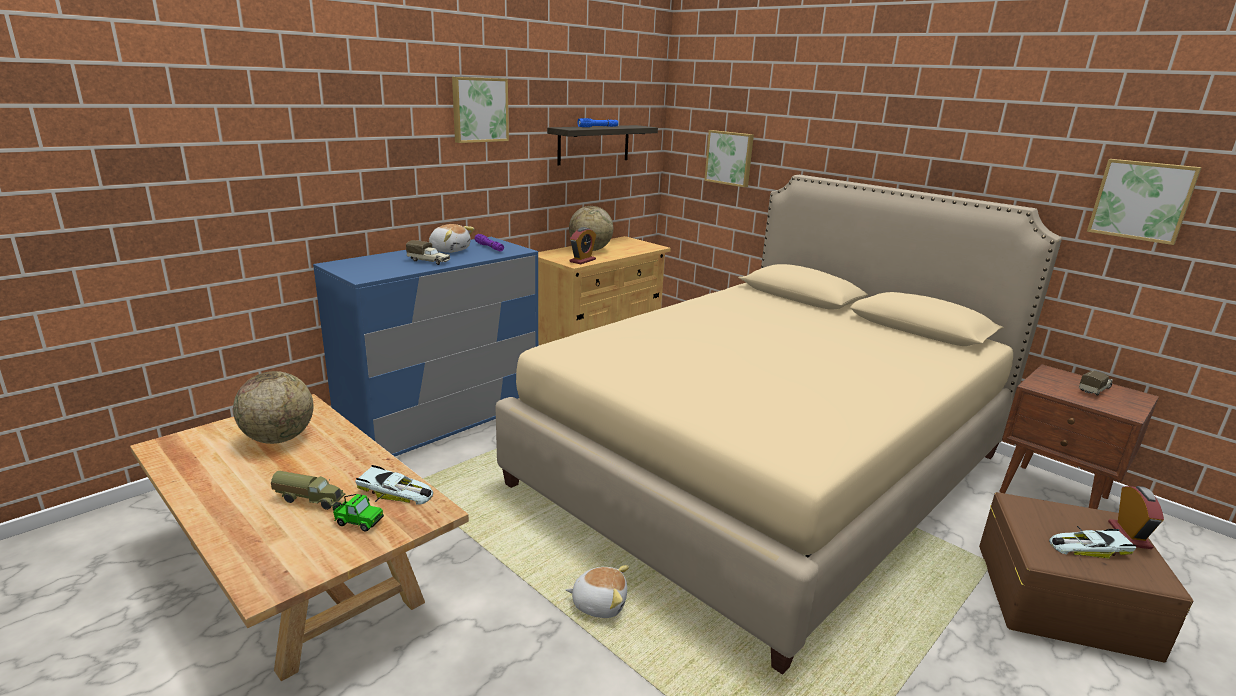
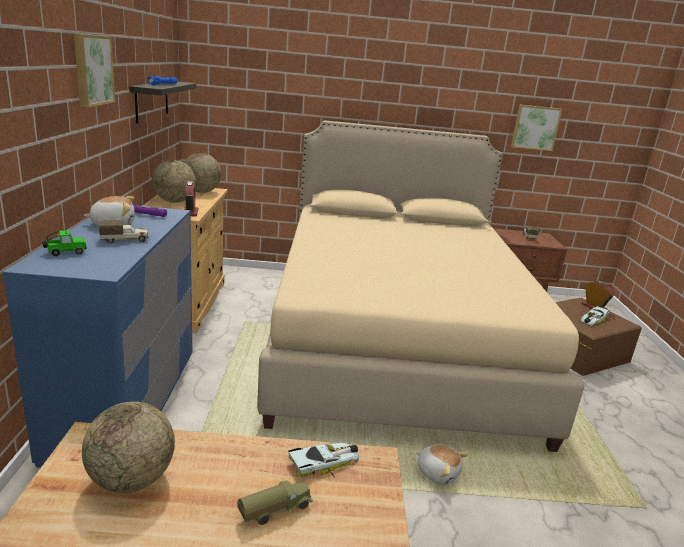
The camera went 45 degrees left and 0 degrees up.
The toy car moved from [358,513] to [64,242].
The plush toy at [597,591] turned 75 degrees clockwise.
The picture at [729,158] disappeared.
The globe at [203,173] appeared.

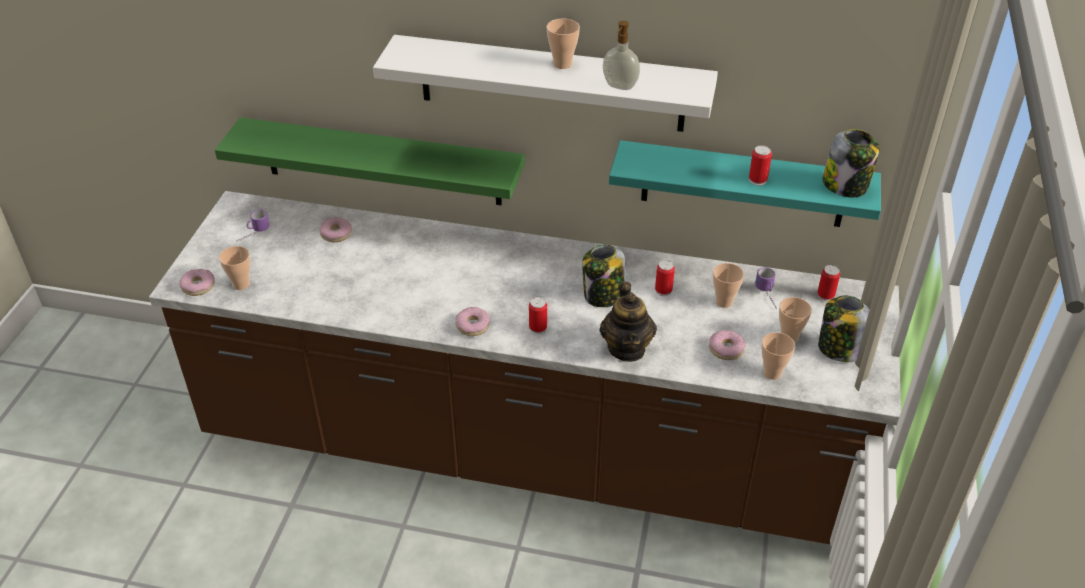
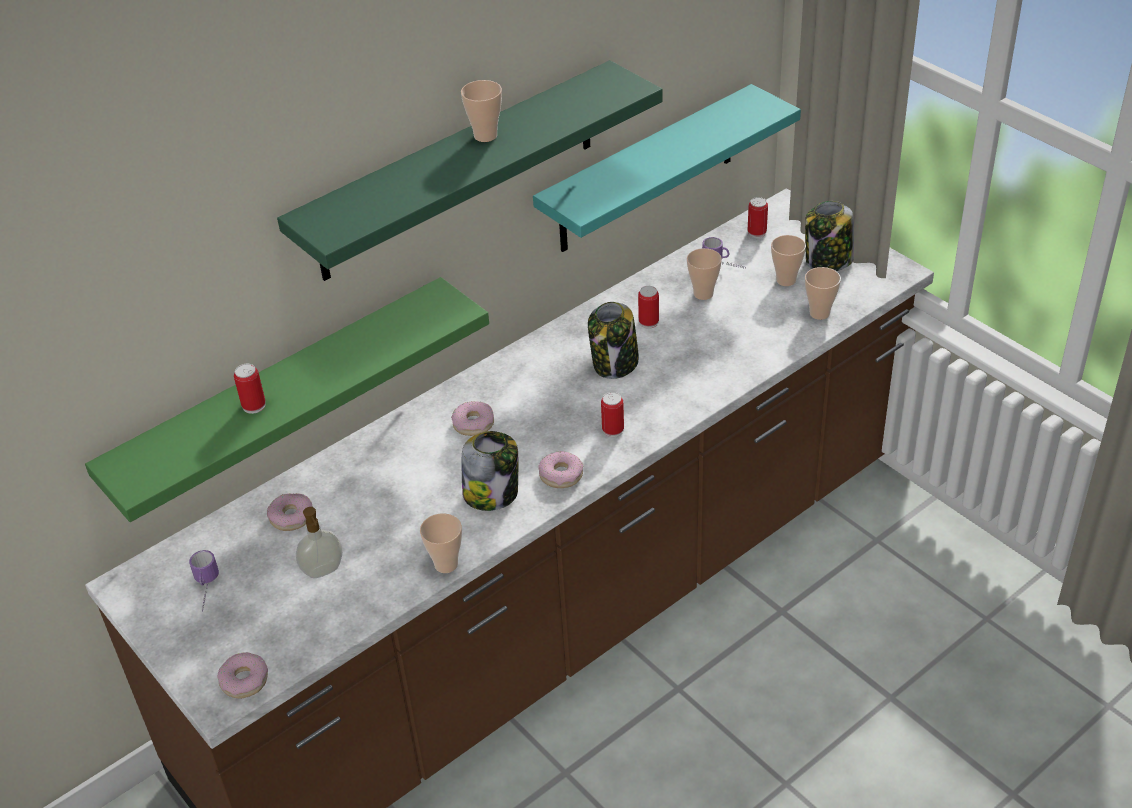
The camera went 50 degrees left and 0 degrees up.
The cup moved from [234,268] to [441,543].
The shelf (white) at [545,83] became the shelf (green) at [470,170].
The teapot at [628,322] disappeared.
The soap dispenser moved from [621,55] to [319,542].
The donut moved from [727,345] to [472,418].
The can moved from [760,165] to [250,389].
The jar moved from [851,163] to [490,471].

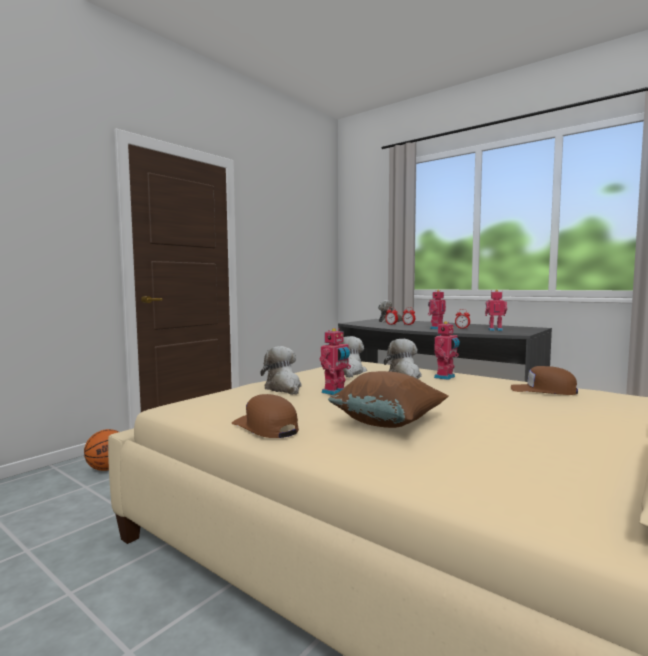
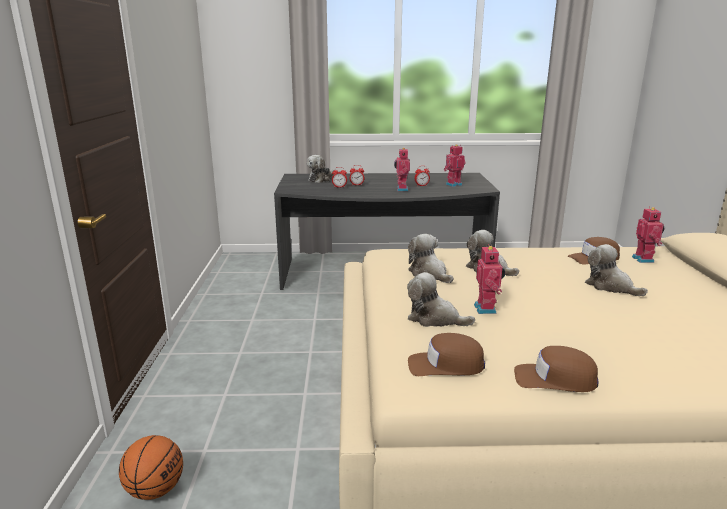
The camera went 40 degrees left and 15 degrees up.
The pillow (brown) at [388,399] disappeared.
The toy robot moved from [447,350] to [648,234].
The cap (brown) at [446,354] appeared.
The plush toy at [616,270] appeared.

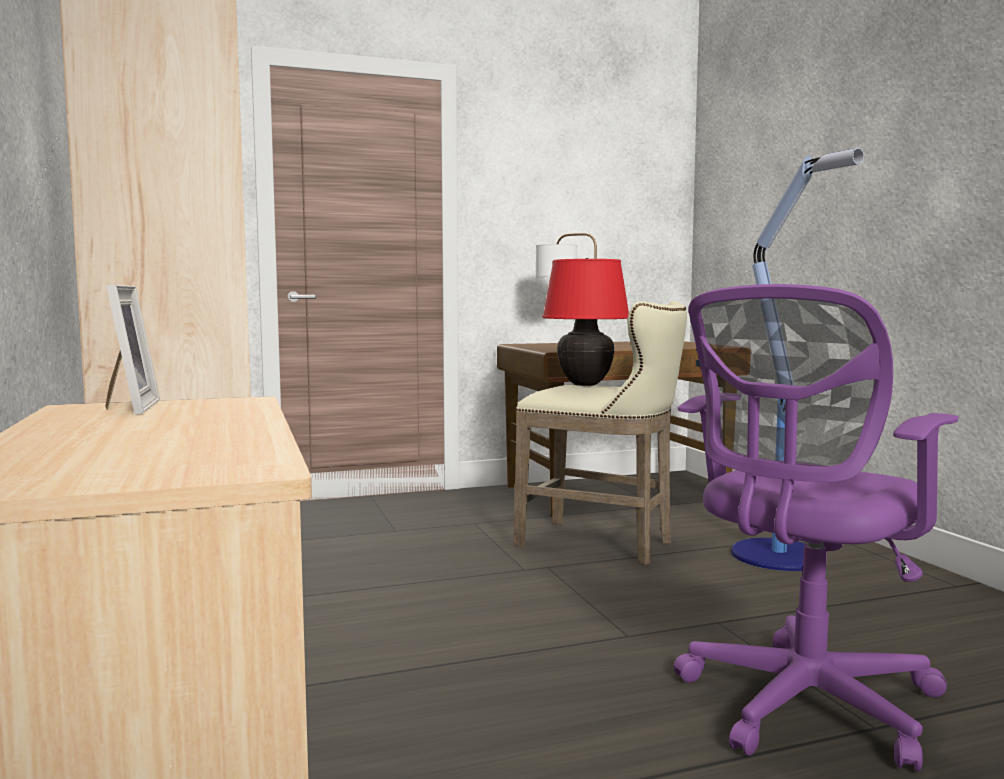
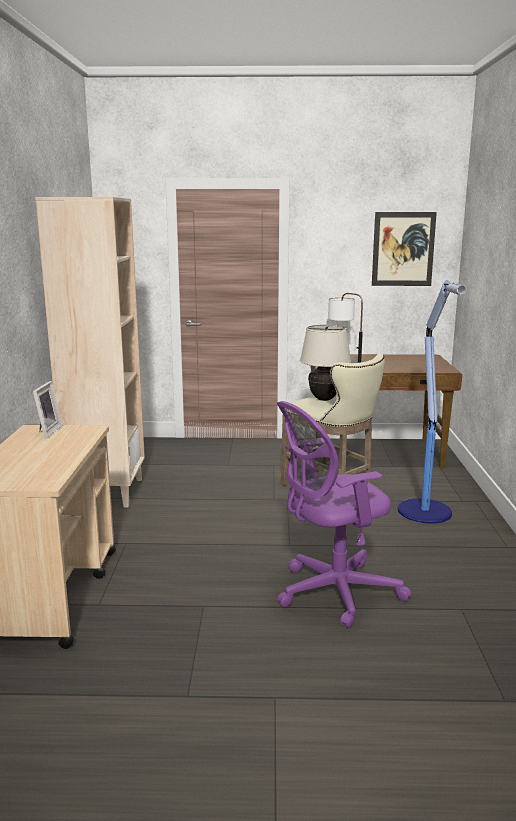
The camera went 20 degrees right and 10 degrees up.
The table lamp (red) at [585,322] became the table lamp (beige) at [325,363].
The picture at [404,249] appeared.

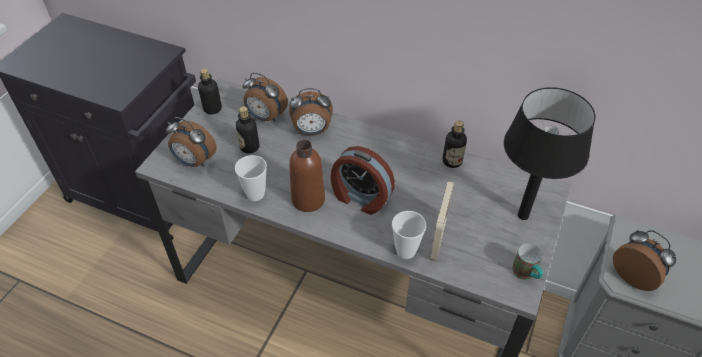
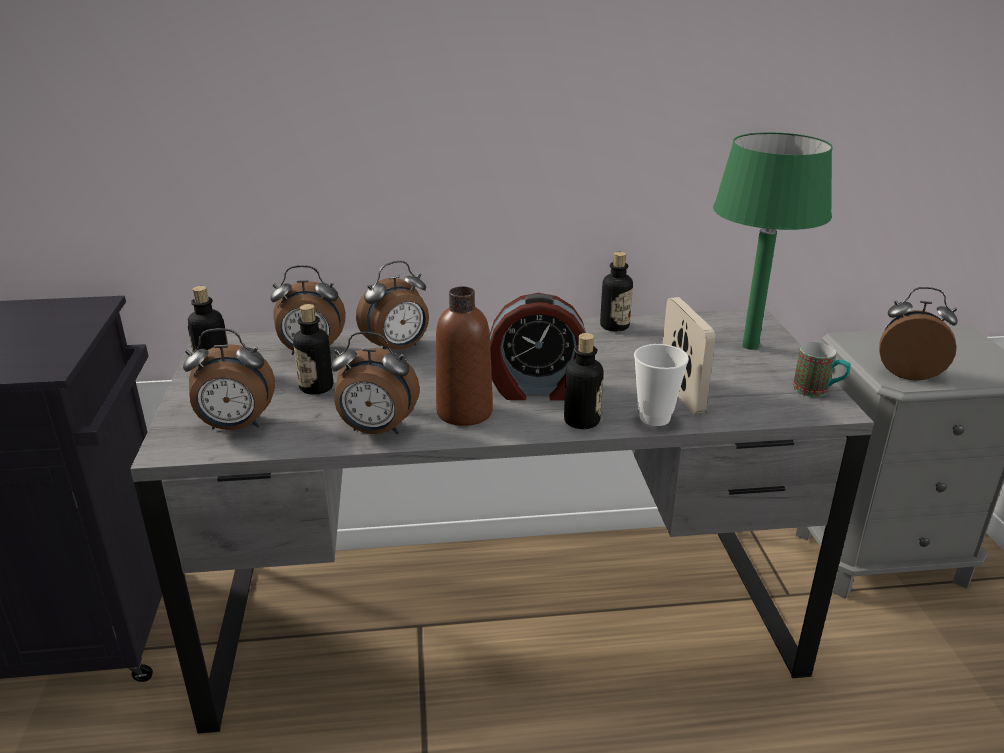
The camera went 30 degrees left and 20 degrees down.
The cup at [251,178] was replaced by the alarm clock at [375,383].
The table lamp (black) at [550,153] became the table lamp (green) at [773,241].
The bottle at [583,381] appeared.

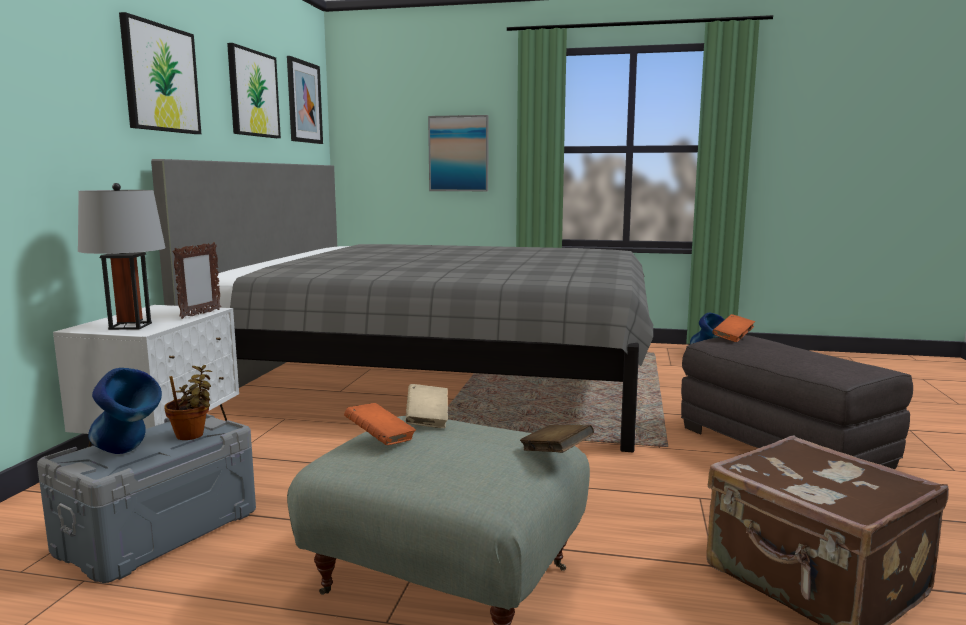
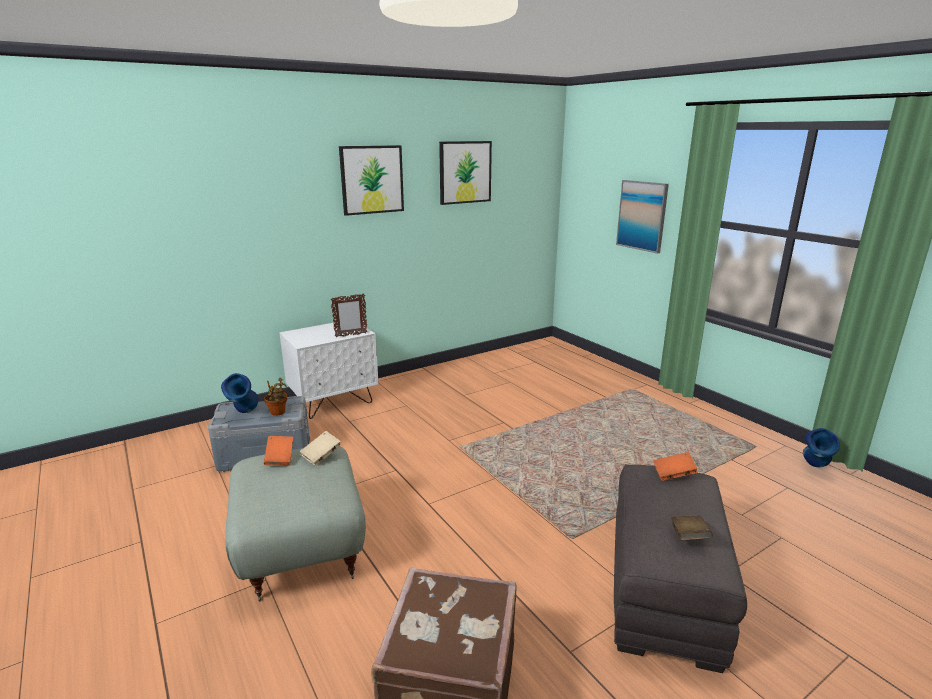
The camera went 45 degrees right and 10 degrees up.
The table lamp (grey) at [122,256] disappeared.
The bed (grey) at [402,305] disappeared.
The picture at [305,100] disappeared.
The book (brown) moved from [557,439] to [692,527].

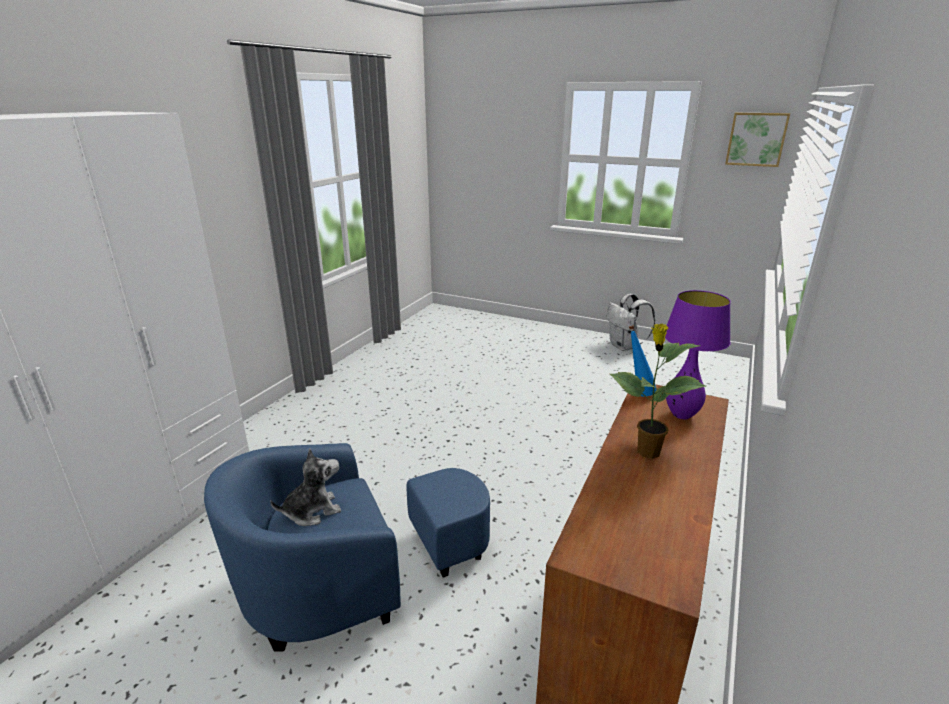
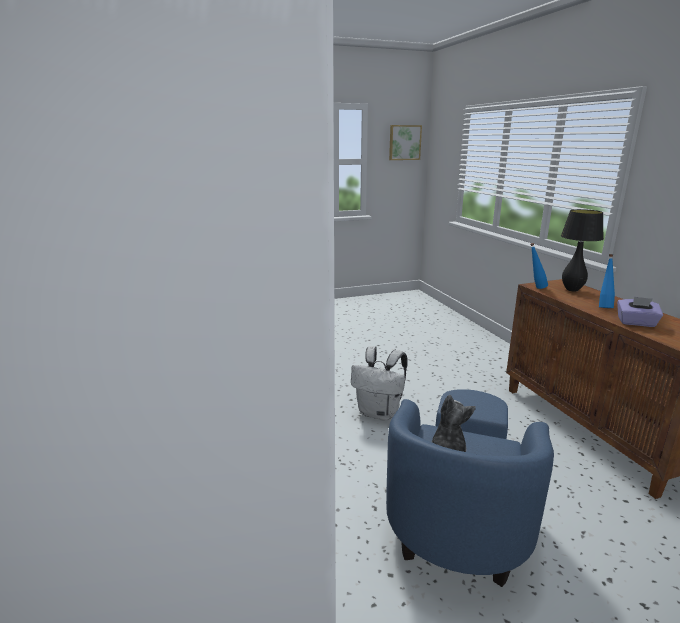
The camera went 45 degrees left and 5 degrees down.
The backpack (white) moved from [631,322] to [379,383].
The potted plant at [658,391] was replaced by the bottle (blue) at [607,281].
The table lamp (purple) at [698,354] became the table lamp (black) at [582,250].
The tissue box (purple) at [640,311] appeared.

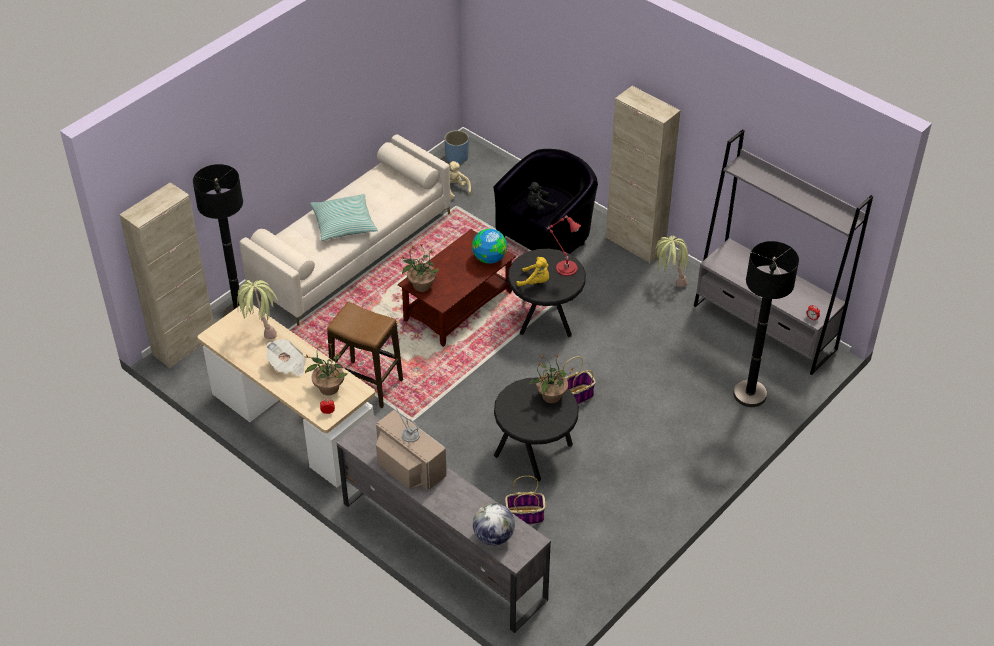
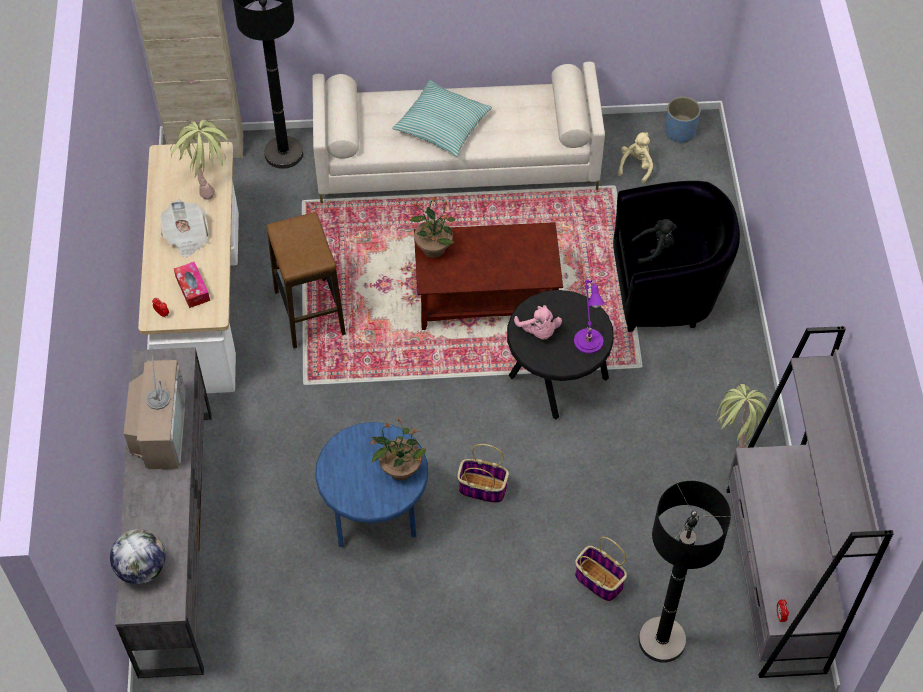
The camera went 45 degrees right and 10 degrees up.
The potted plant at [326,369] was replaced by the tissue box at [192,285].
The globe at [489,246] disappeared.
The side table (black) at [536,429] became the side table (blue) at [371,484].
The basket moved from [525,500] to [601,569].
The plush toy (yellow) at [533,272] became the plush toy (pink) at [538,322].
The plush toy (black) at [542,196] turned 150 degrees clockwise.
The table lamp (red) at [564,245] became the table lamp (purple) at [589,316].
The cabinet (beige) at [643,174] disappeared.

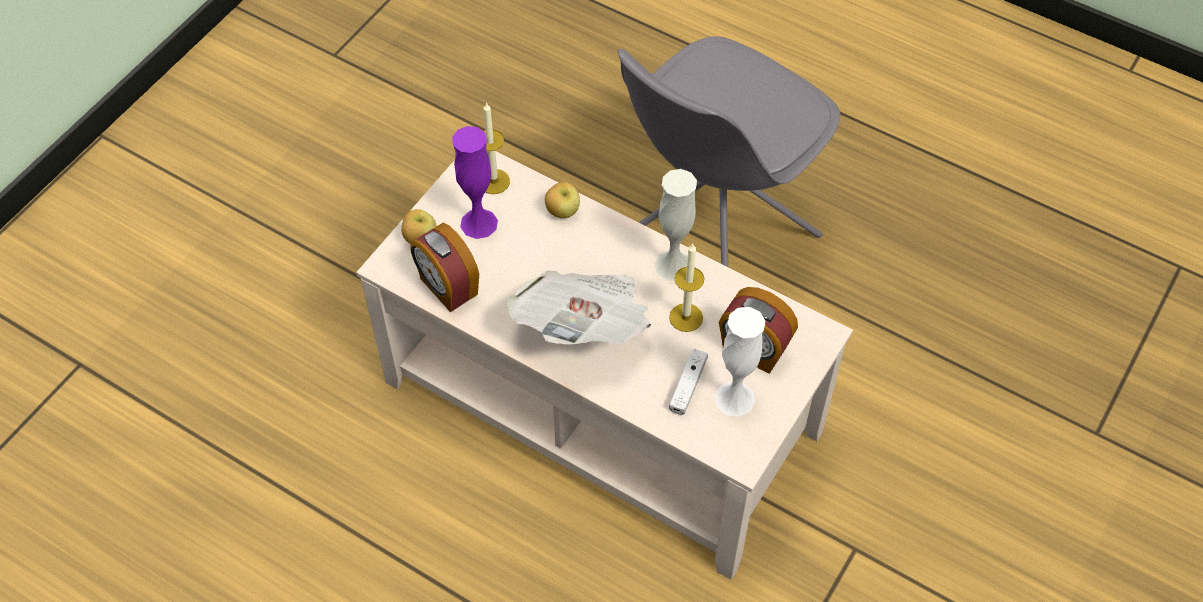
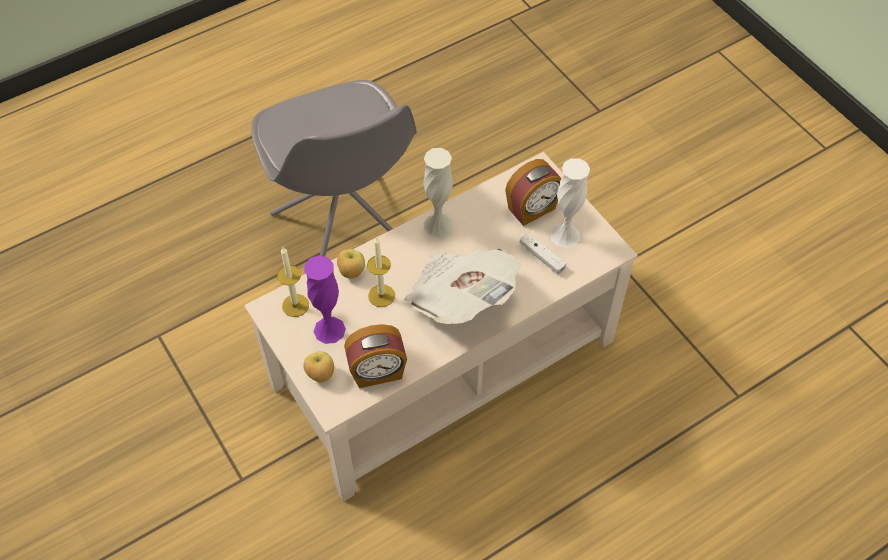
The camera went 65 degrees left and 0 degrees up.
The candle moved from [687,288] to [381,271].

